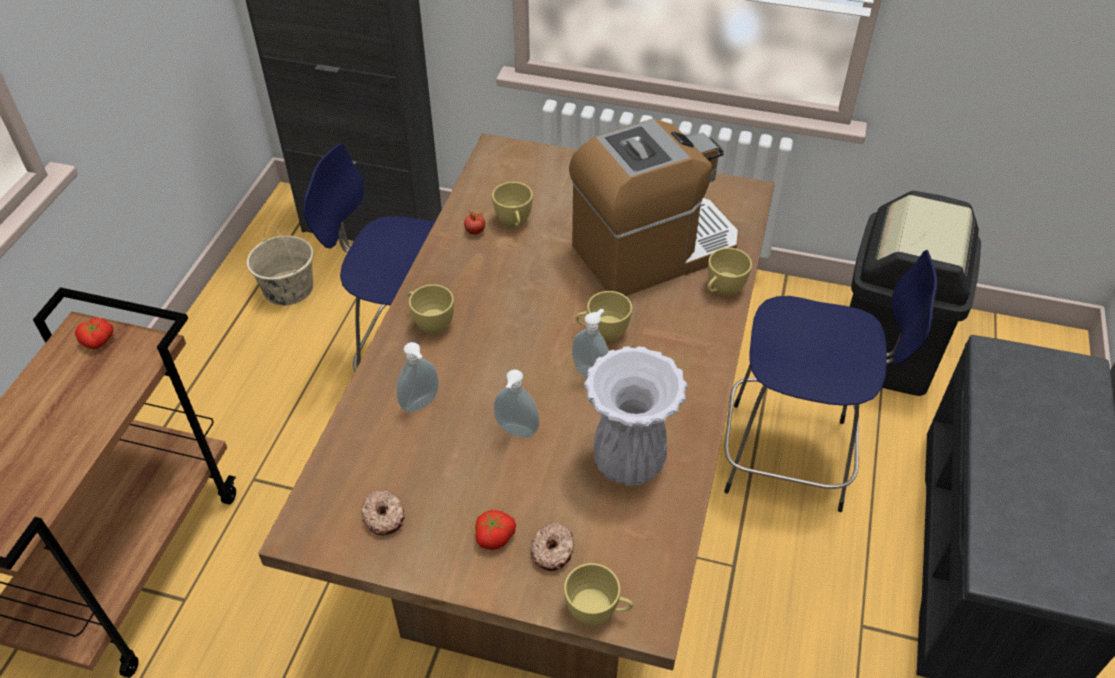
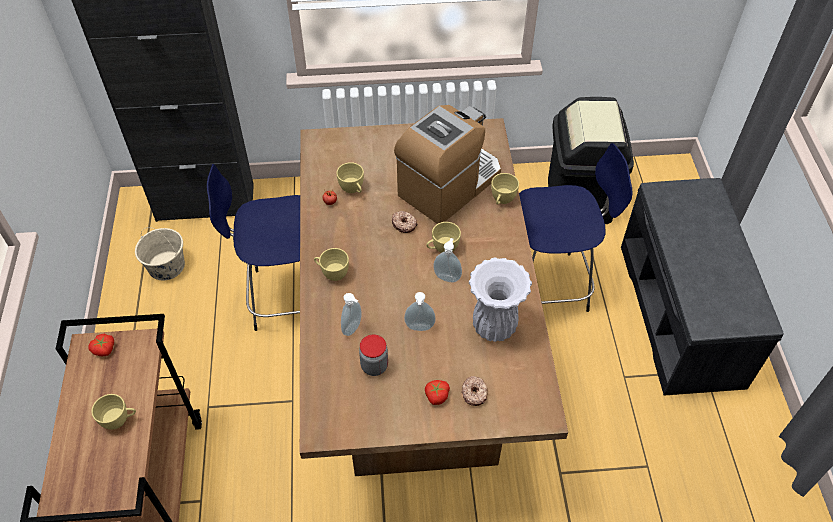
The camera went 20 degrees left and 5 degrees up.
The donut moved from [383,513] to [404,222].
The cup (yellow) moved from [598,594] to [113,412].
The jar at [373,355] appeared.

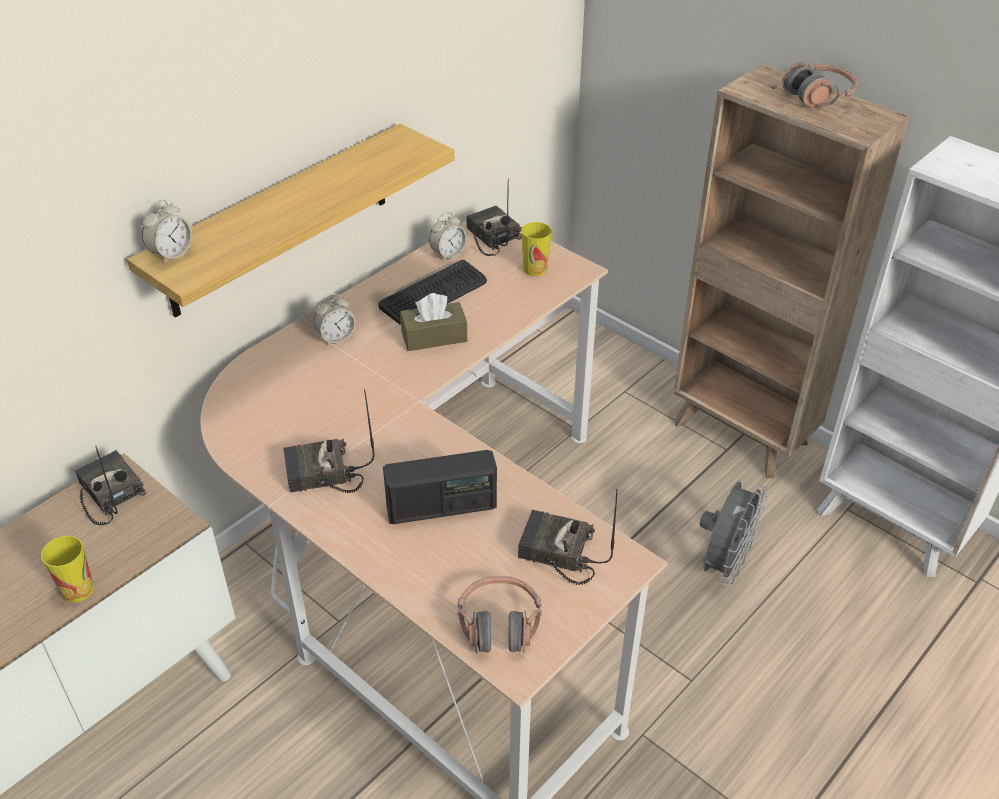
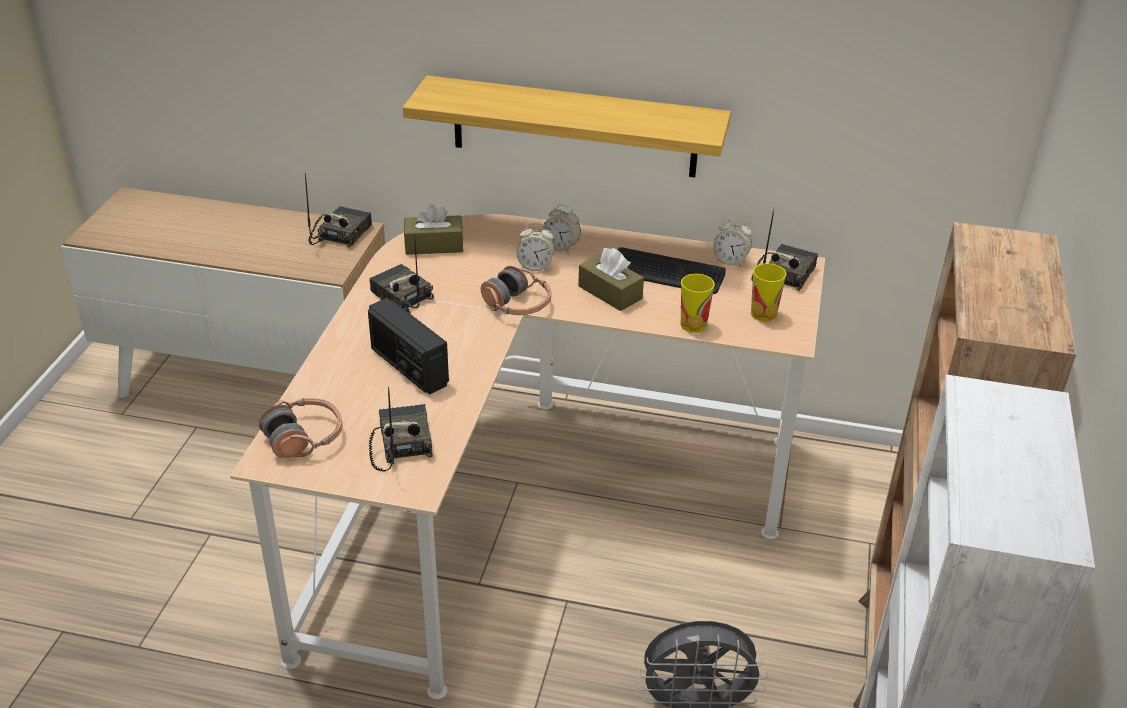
The camera went 60 degrees right and 5 degrees down.
The cup moved from [67,569] to [698,303].
The alarm clock moved from [167,232] to [535,247].
The headphones moved from [820,84] to [516,290].
The tissue box (brown) at [434,229] appeared.

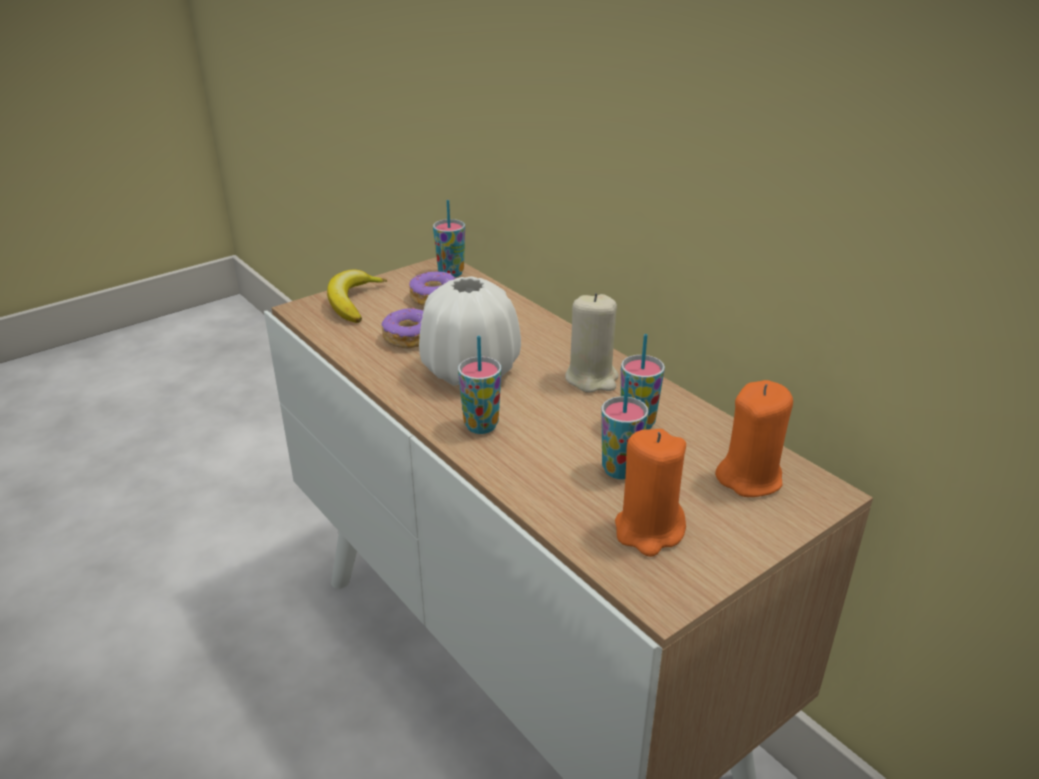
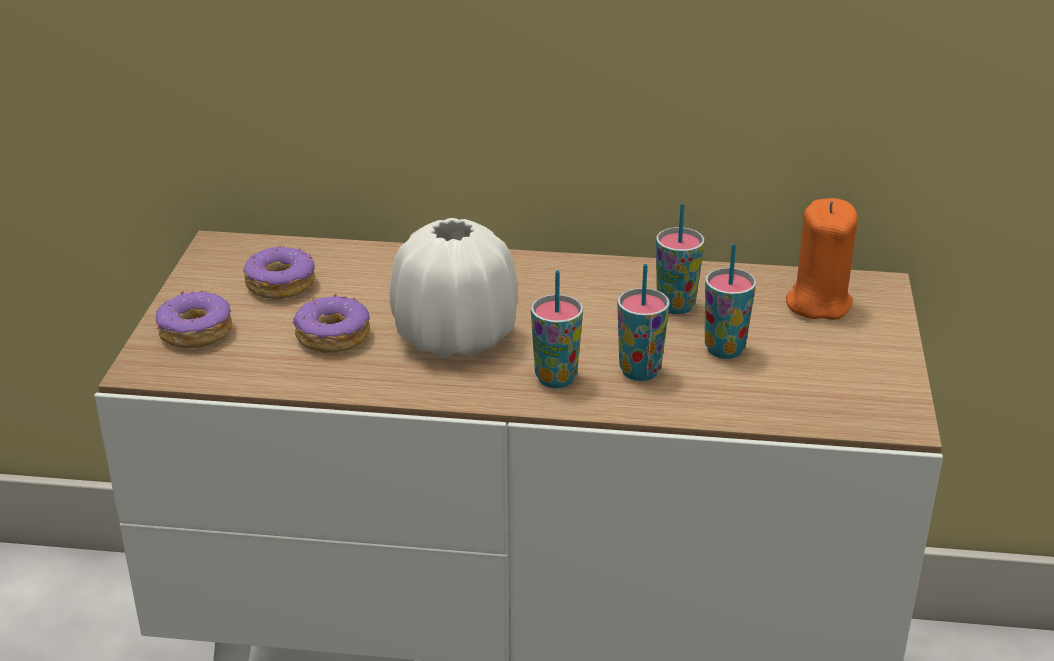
The camera went 45 degrees left and 0 degrees up.
The banana at [357,296] was replaced by the donut at [194,319].
The cup moved from [449,238] to [643,322].
The candle (beige) at [592,343] disappeared.
The candle (orange) at [650,493] disappeared.

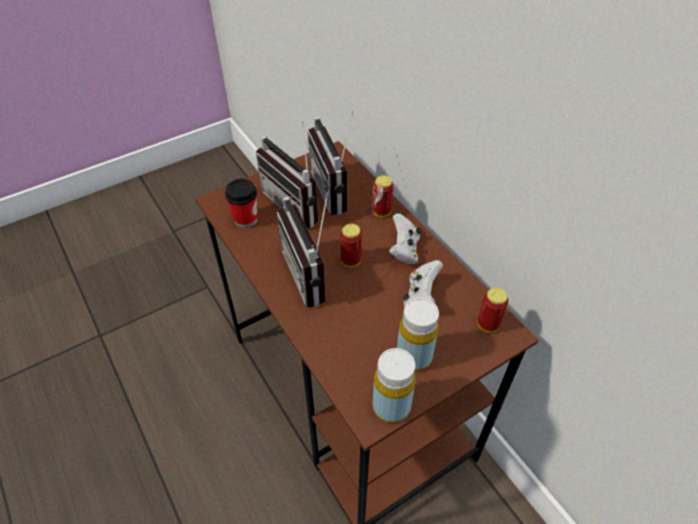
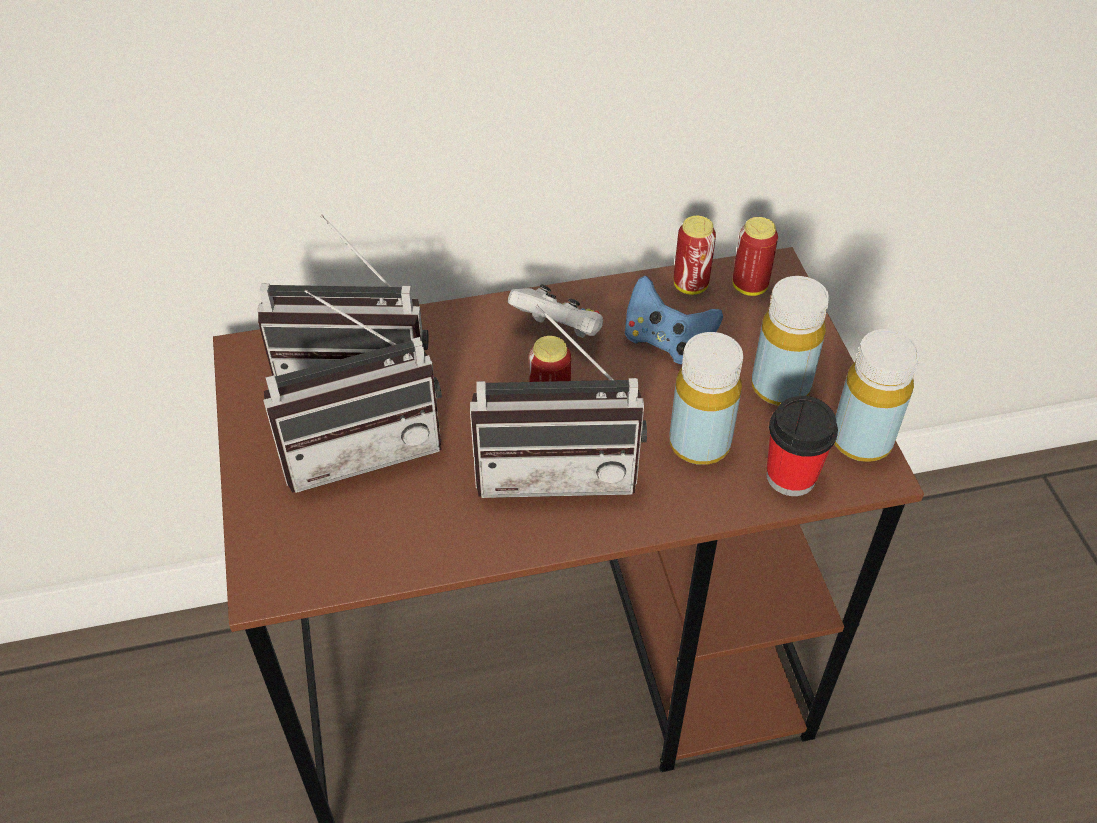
The camera went 70 degrees left and 0 degrees up.
The cup moved from [241,203] to [802,446].
The can moved from [383,196] to [695,255].
The game controller (white) at [423,283] became the game controller (blue) at [673,320].
The bottle (yellow) at [706,398] appeared.

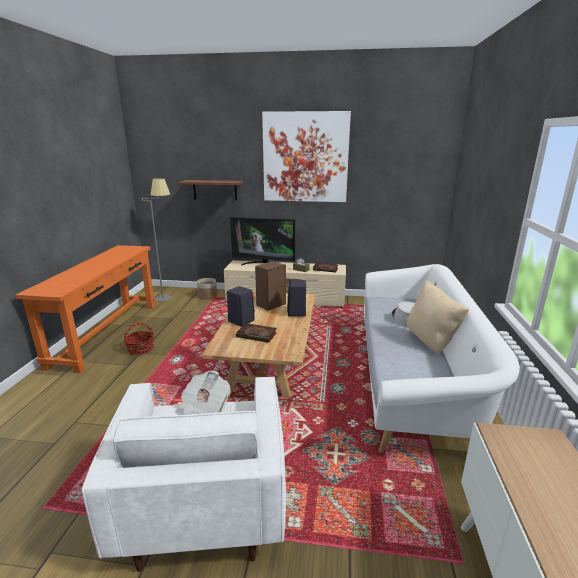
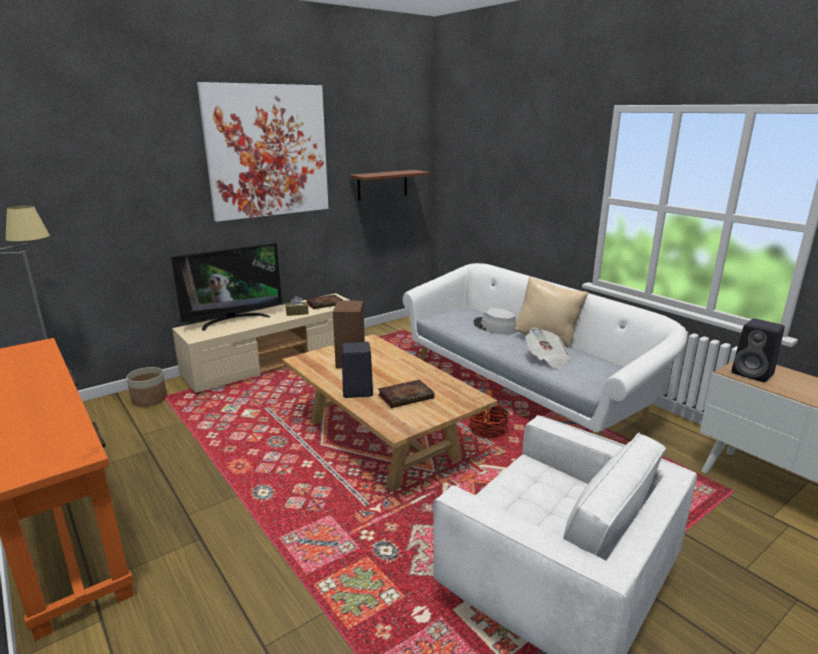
The camera went 45 degrees left and 0 degrees up.
The basket moved from [138,338] to [488,414].
The shelf (brown) moved from [210,190] to [389,185].
The newspaper moved from [205,393] to [548,348].
The speaker (black) moved from [296,298] to [758,350].

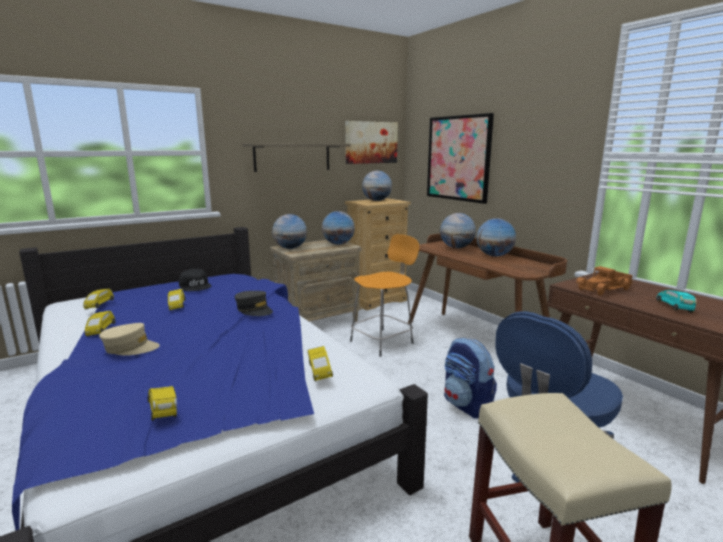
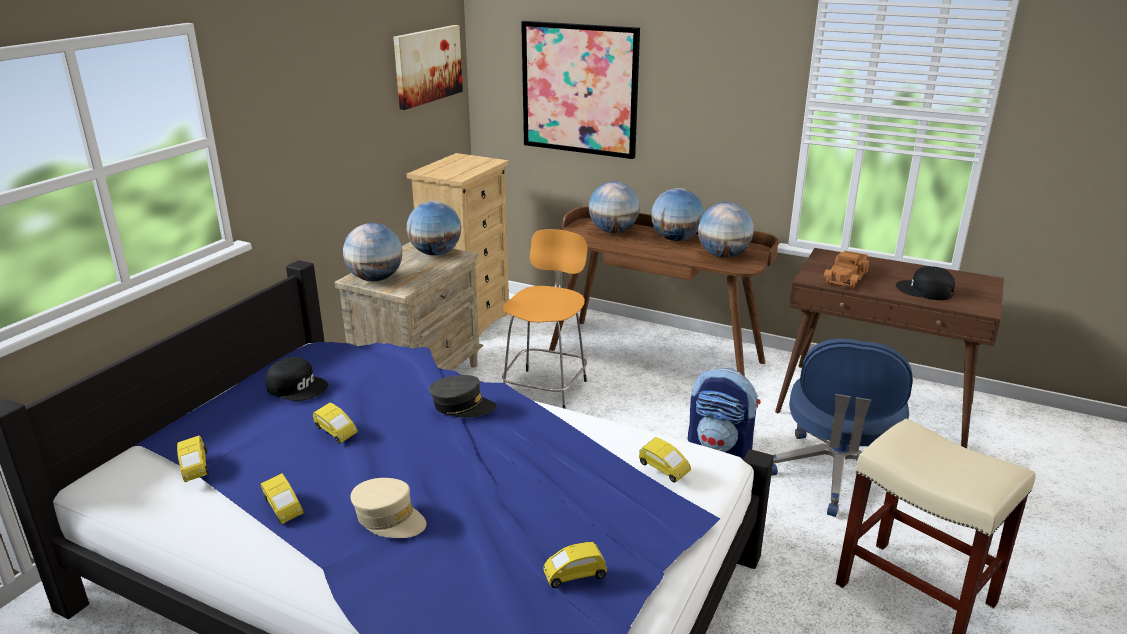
The camera went 30 degrees left and 10 degrees up.
The cap (beige) at [129,339] turned 60 degrees clockwise.
The toy car (yellow) at [162,403] turned 45 degrees counterclockwise.
The shelf at [296,157] disappeared.
The globe moved from [377,185] to [726,230].
The toy car (turquoise) at [677,301] was replaced by the cap (black) at [925,283].

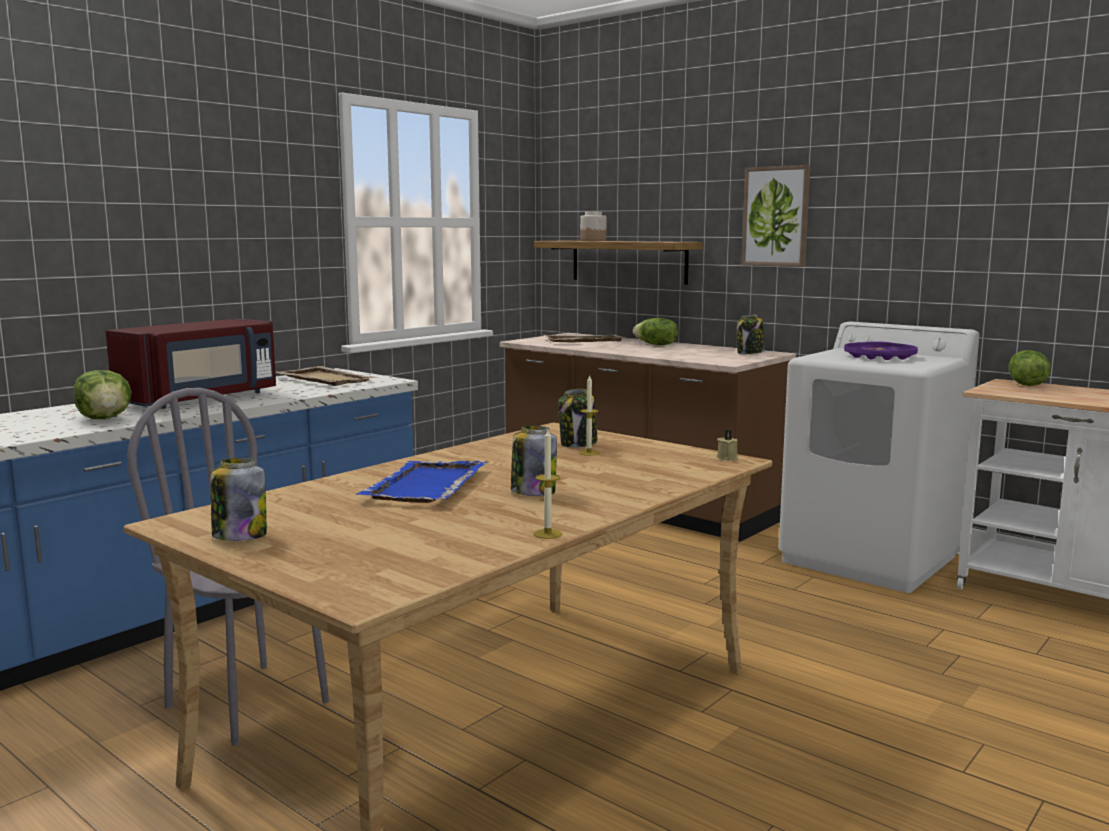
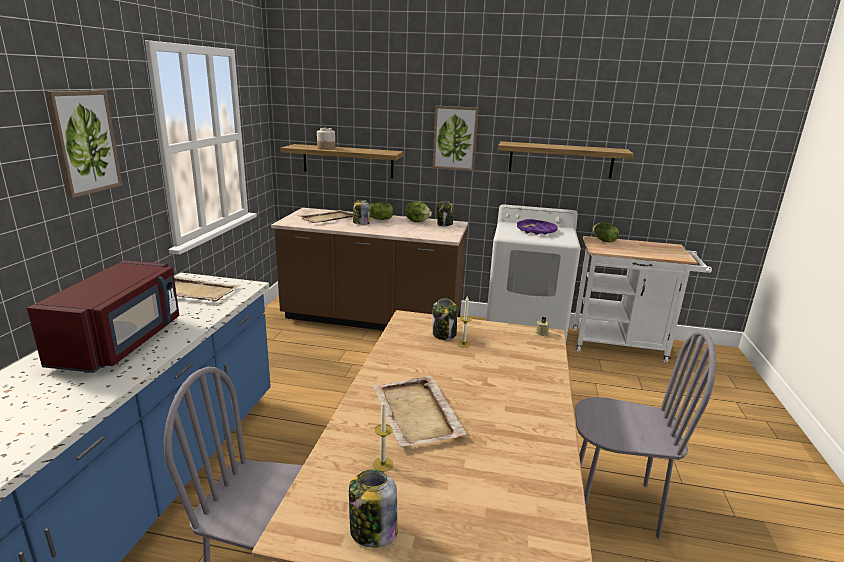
The camera went 30 degrees left and 10 degrees up.
The lettuce moved from [102,394] to [418,211].
The tray (blue) at [421,482] became the tray (beige) at [420,411].
The jar moved from [534,460] to [361,212].
The candle moved from [548,484] to [383,436].
The picture at [84,144] appeared.
The shelf at [566,159] appeared.
The chair (grey) at [645,434] appeared.

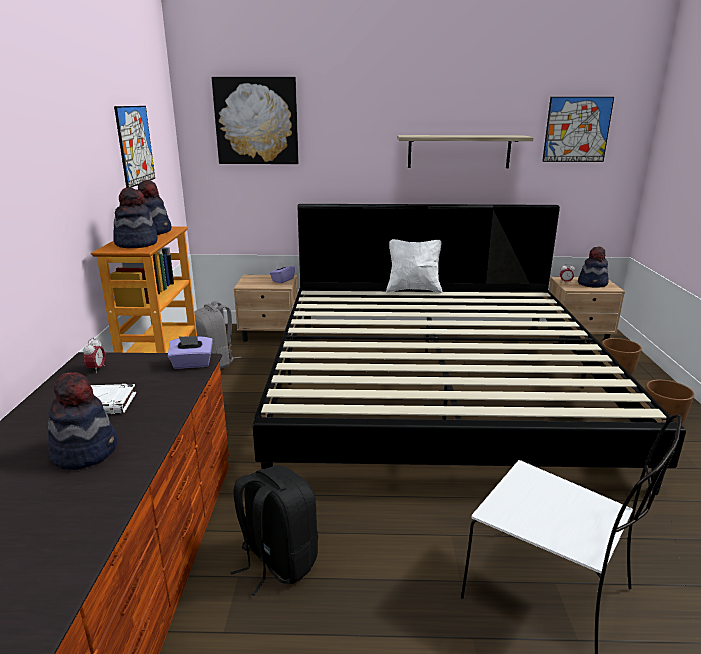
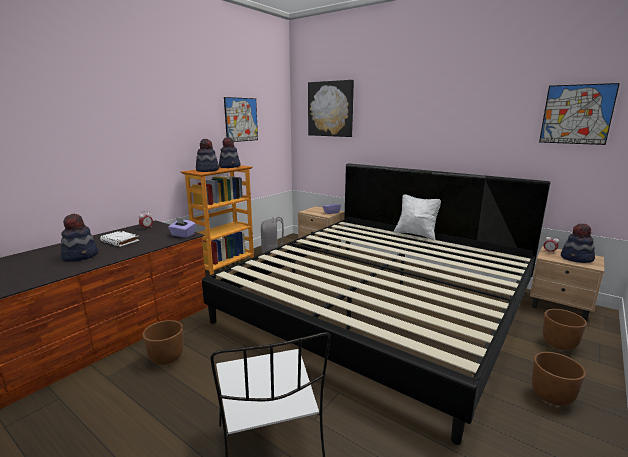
The camera went 35 degrees right and 5 degrees down.
The backpack (black) at [274,530] was replaced by the planter (brown) at [163,342].
The shelf at [465,151] disappeared.

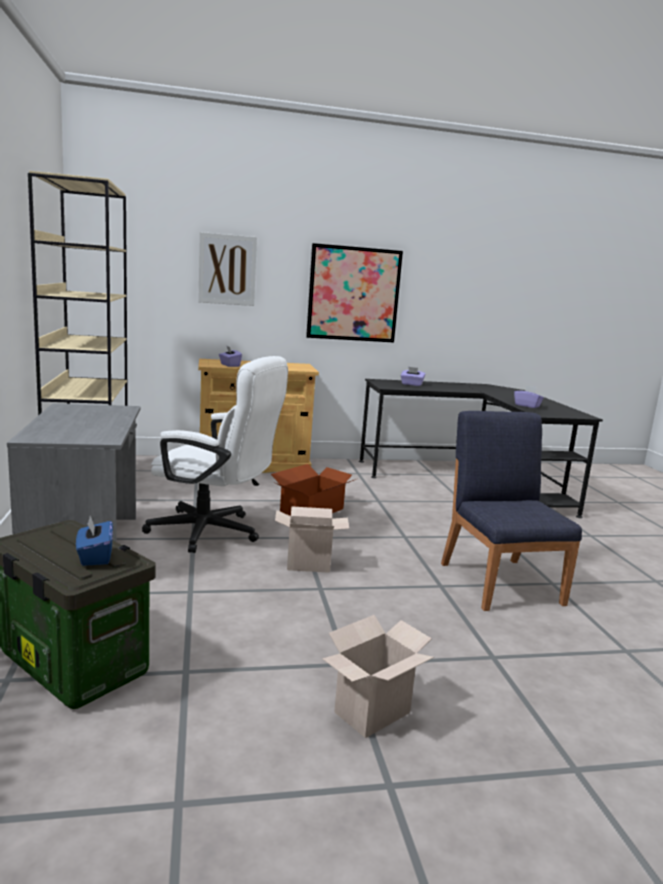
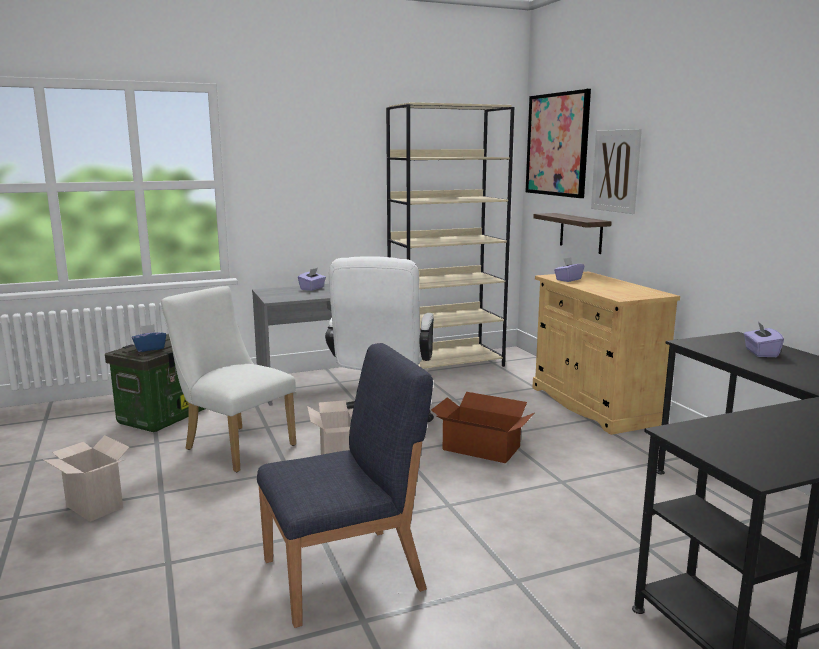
The camera went 80 degrees right and 0 degrees up.
The picture moved from [354,293] to [558,143].
The tissue box (purple) moved from [529,396] to [312,279].
The chair (white) at [228,379] appeared.
The shelf at [572,233] appeared.

